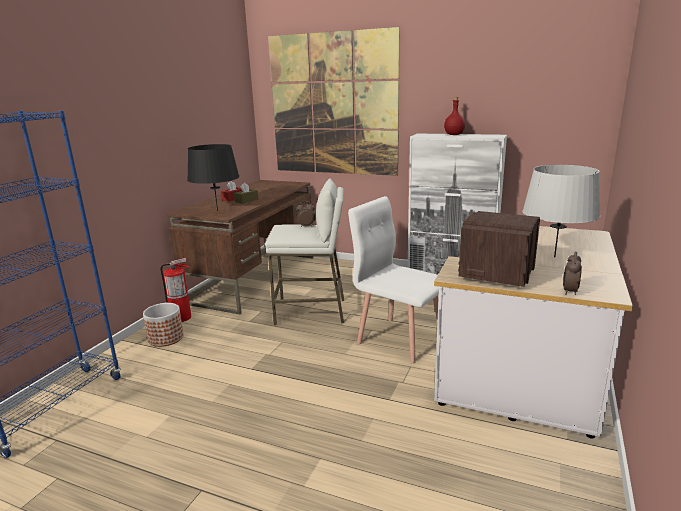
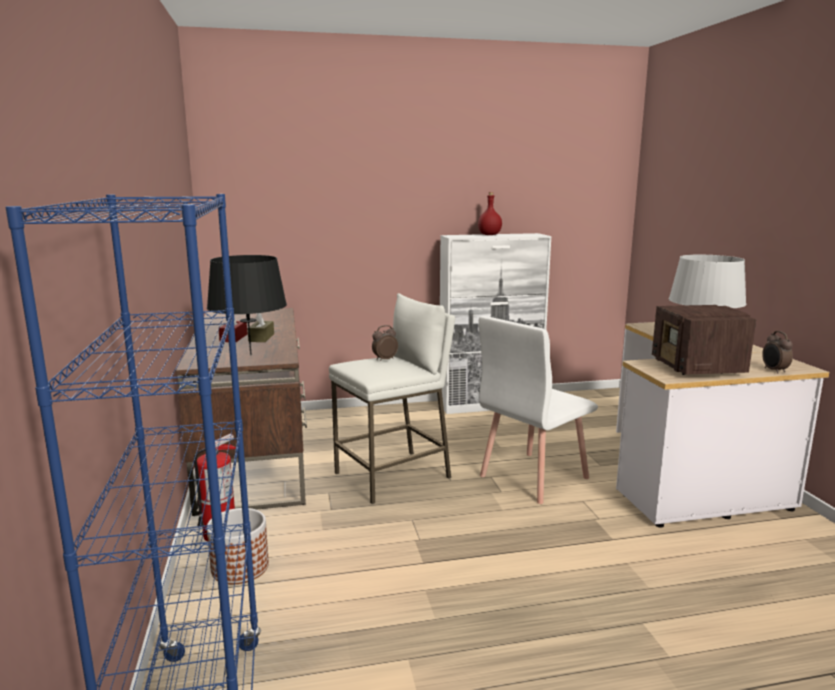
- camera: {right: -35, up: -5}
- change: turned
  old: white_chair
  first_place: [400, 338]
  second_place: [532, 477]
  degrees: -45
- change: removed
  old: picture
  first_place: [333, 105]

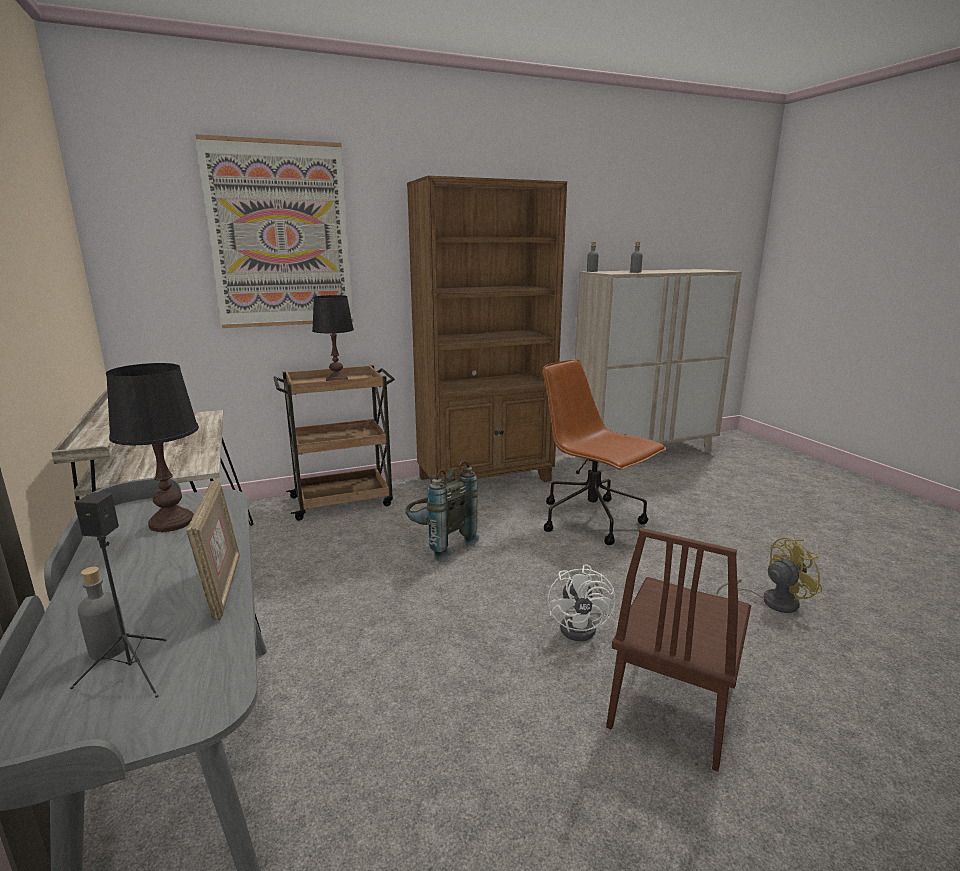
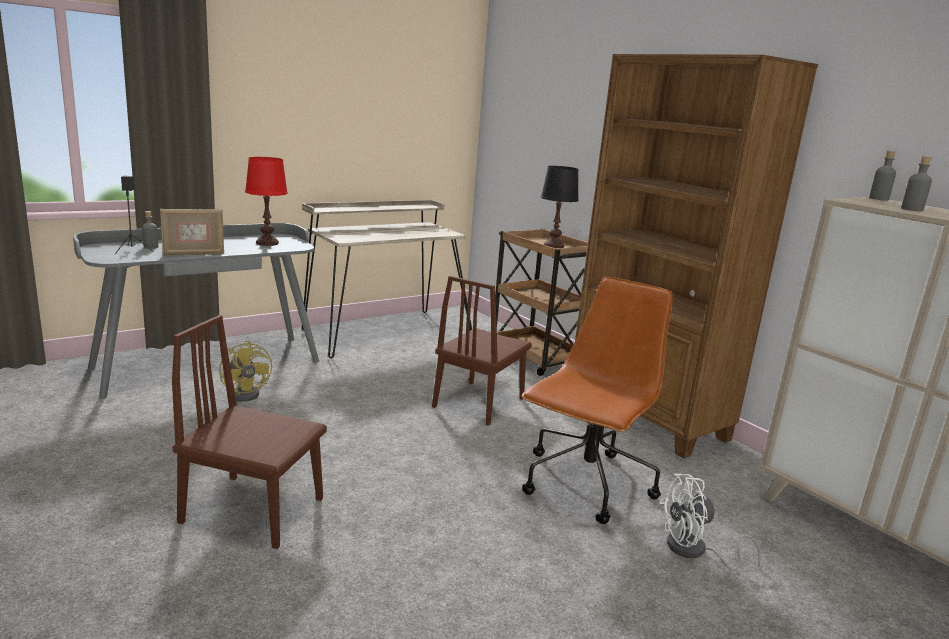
- camera: {right: 75, up: 0}
- change: moved
  old: yellow_fan
  first_place: [771, 601]
  second_place: [249, 393]
- change: recoloured
  old: black_table_lamp
  new: red_table_lamp
  first_place: [172, 522]
  second_place: [267, 243]
- change: replaced
  old: grey_backpack
  new: brown_chair
  first_place: [439, 544]
  second_place: [479, 402]
- change: moved
  old: white_fan
  first_place: [583, 627]
  second_place: [694, 551]
- change: removed
  old: picture
  first_place: [280, 236]

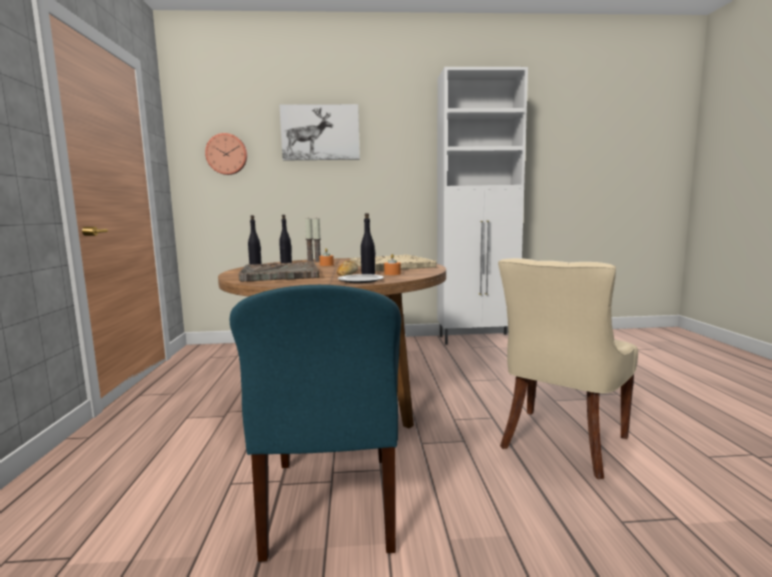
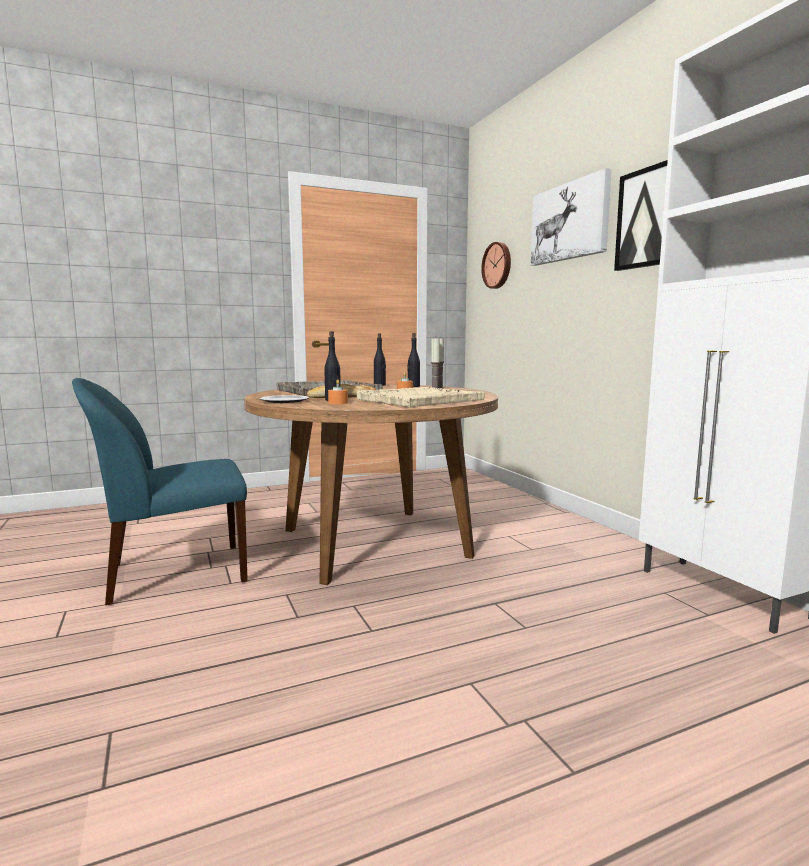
- camera: {right: 70, up: 0}
- change: added
  new: picture
  second_place: [645, 218]
- change: removed
  old: beige_chair
  first_place: [561, 443]

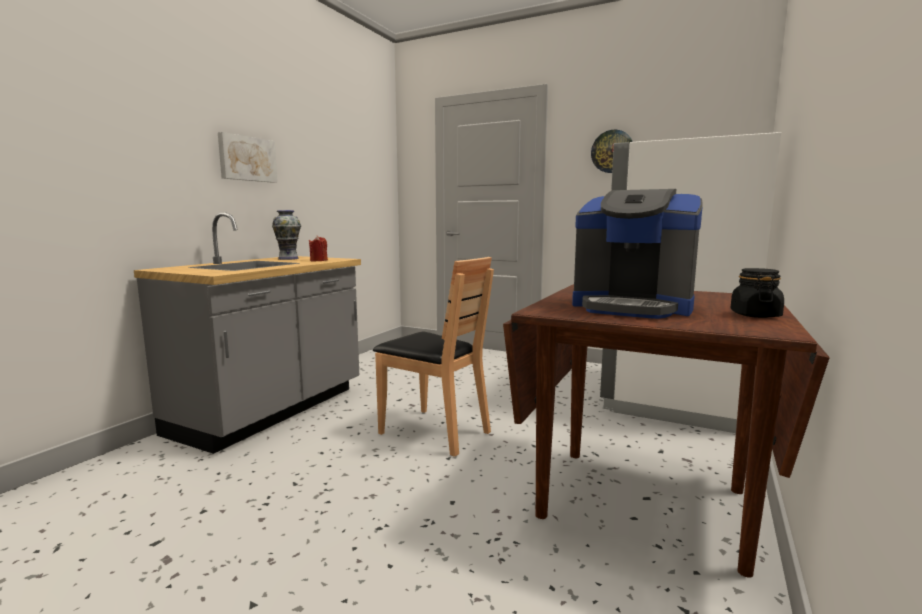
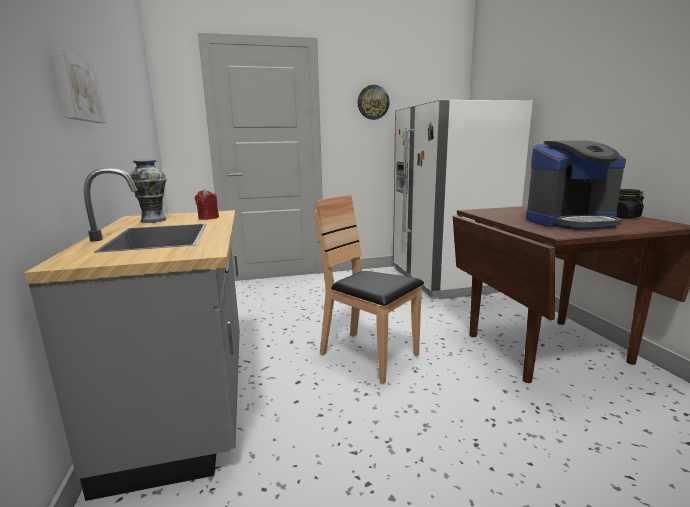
- camera: {right: -40, up: 5}
- change: turned
  old: brown_chair
  first_place: [434, 431]
  second_place: [369, 356]
  degrees: -135

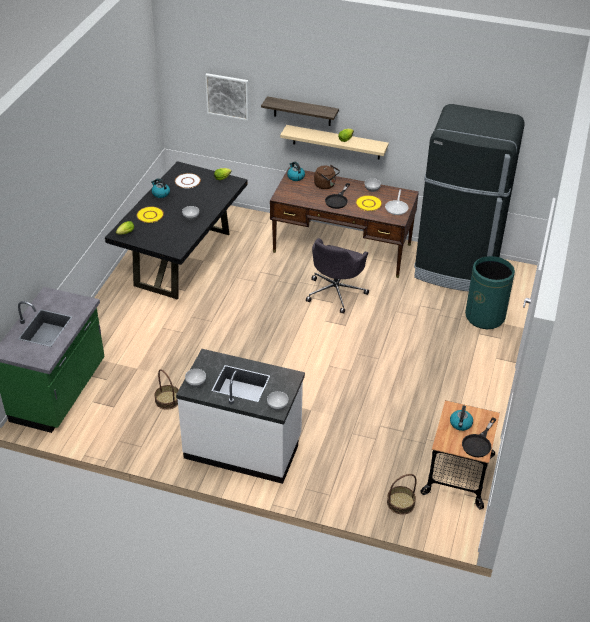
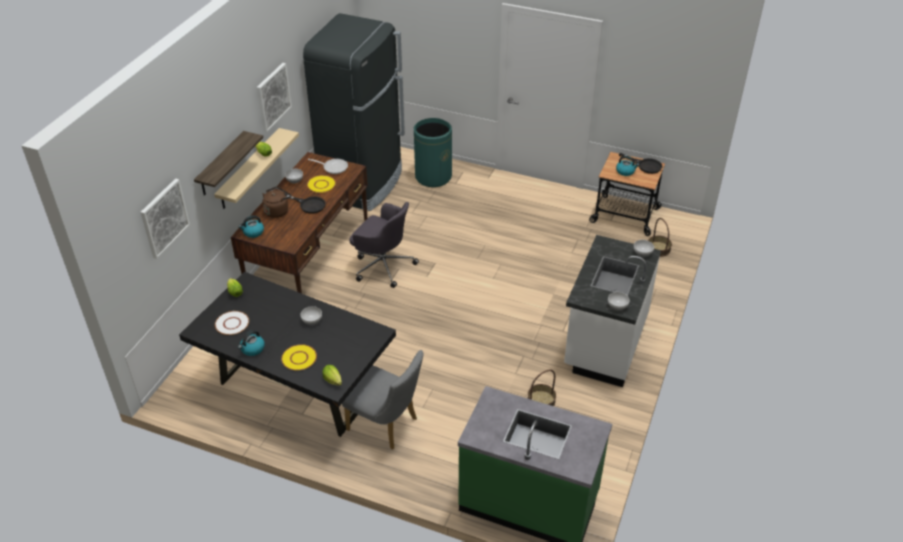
- camera: {right: -85, up: 0}
- change: added
  new: picture
  second_place: [273, 97]
- change: added
  new: grey_chair
  second_place: [387, 426]

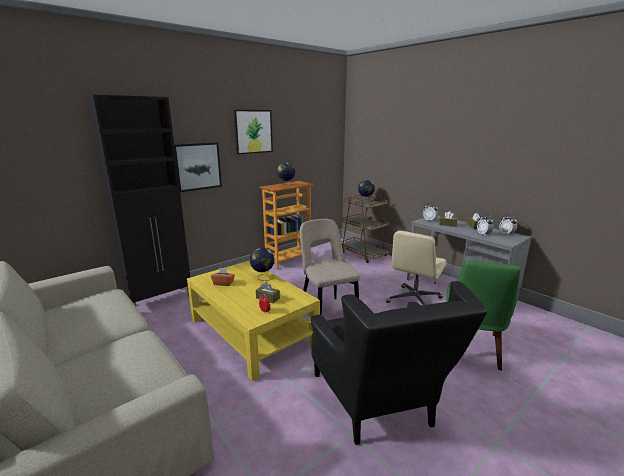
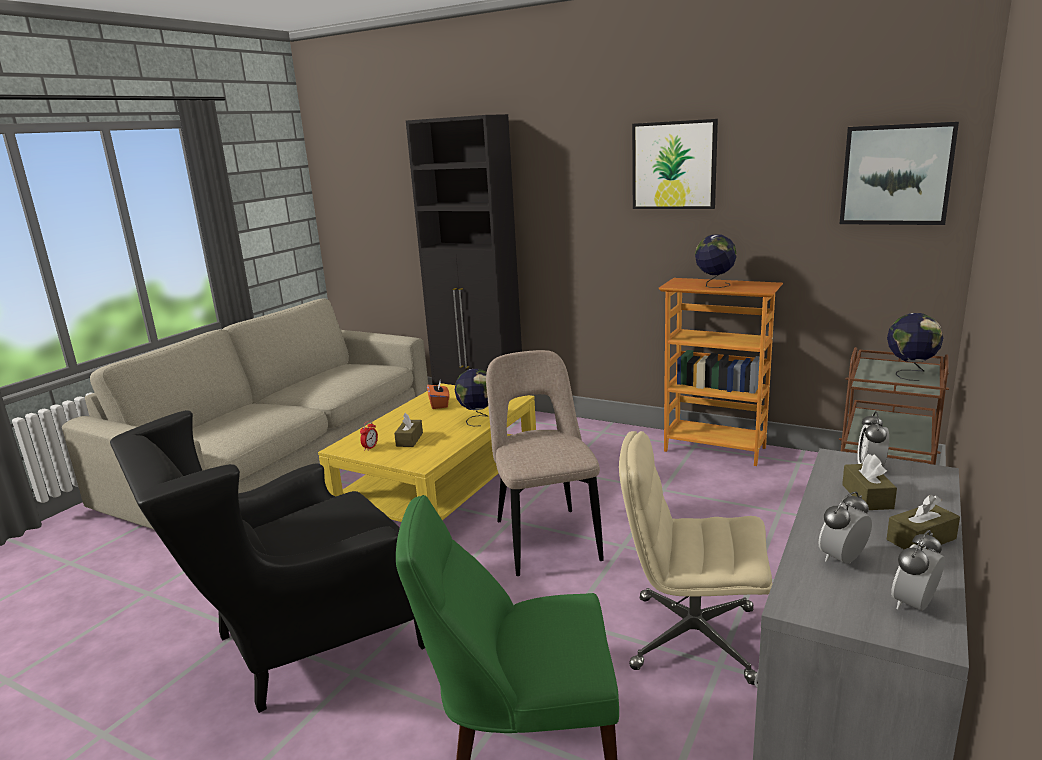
- camera: {right: 70, up: 0}
- change: turned
  old: beige_chair
  first_place: [327, 312]
  second_place: [545, 537]
  degrees: -60
- change: moved
  old: picture
  first_place: [197, 166]
  second_place: [896, 175]

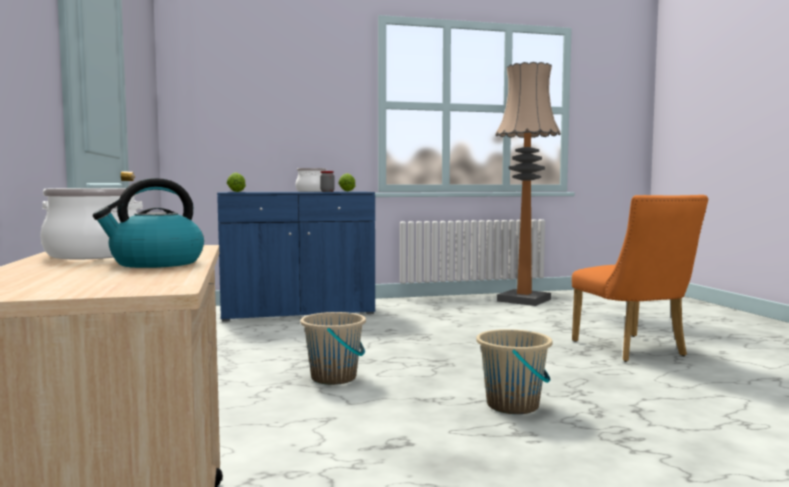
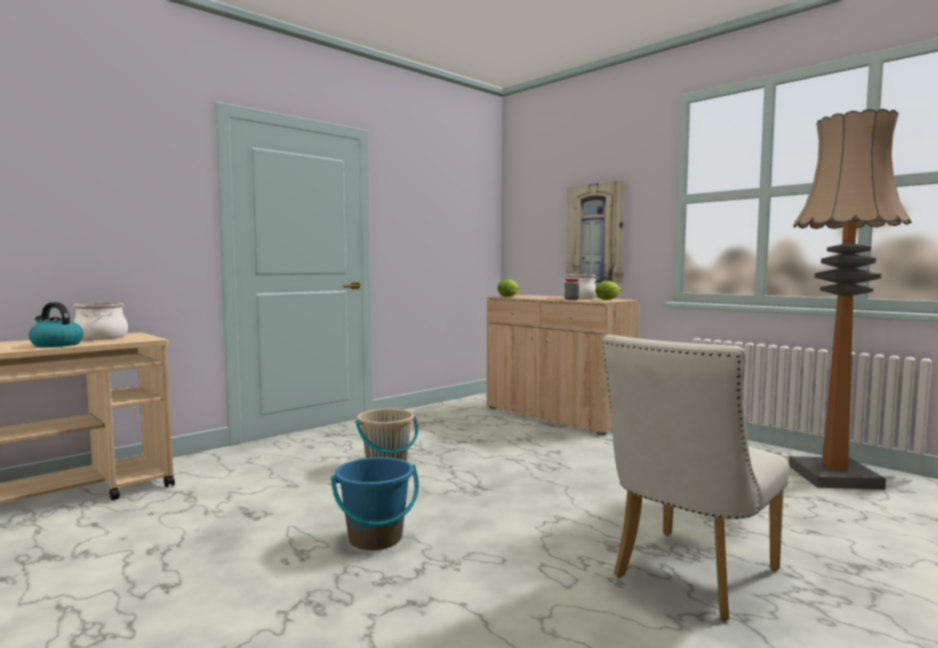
- camera: {right: 60, up: 0}
- change: recoloured
  old: beige_bucket
  new: blue_bucket
  first_place: [513, 405]
  second_place: [375, 538]
- change: recoloured
  old: blue_cabinet
  new: beige_cabinet
  first_place: [298, 312]
  second_place: [557, 415]
- change: added
  new: picture
  second_place: [595, 233]
- change: recoloured
  old: orange_chair
  new: white_chair
  first_place: [633, 350]
  second_place: [688, 577]

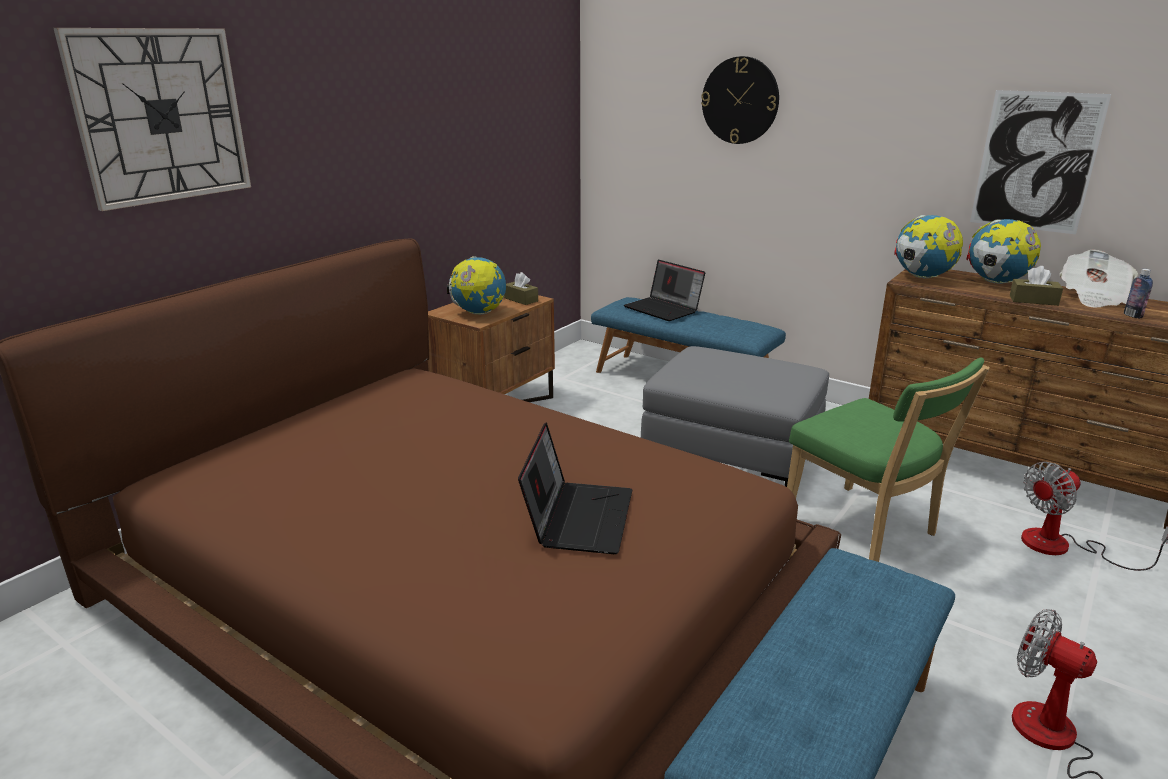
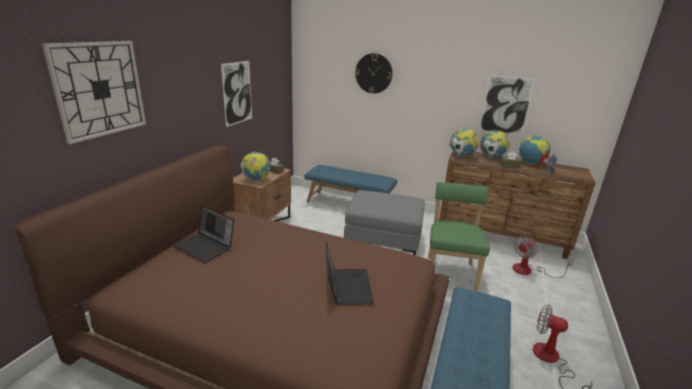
- camera: {right: -15, up: 0}
- change: moved
  old: laptop
  first_place: [664, 309]
  second_place: [206, 246]
- change: added
  new: picture
  second_place: [237, 93]
- change: turned
  old: green_chair
  first_place: [864, 530]
  second_place: [450, 271]
  degrees: -120
- change: replaced
  old: newspaper
  new: globe
  first_place: [1093, 298]
  second_place: [531, 163]

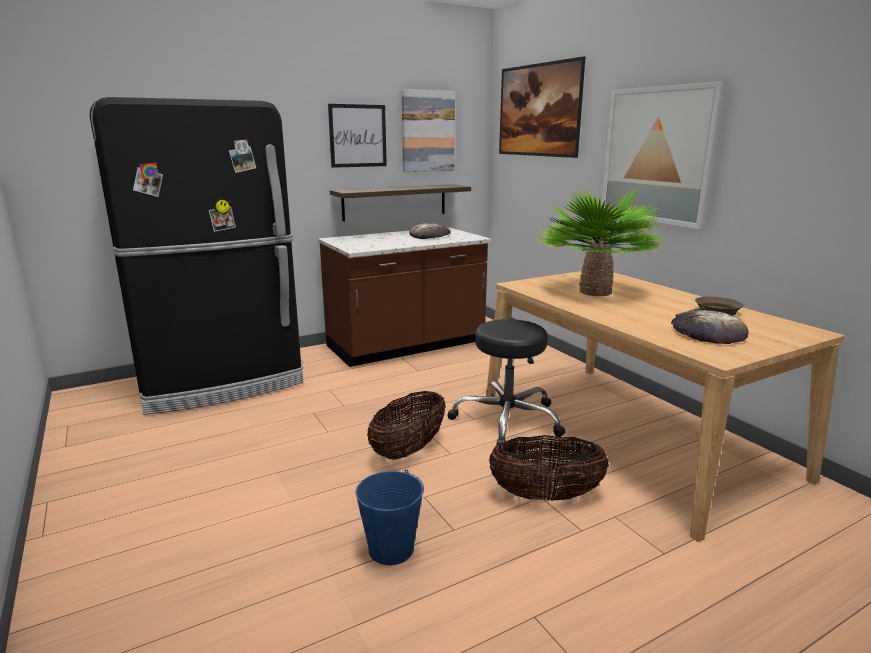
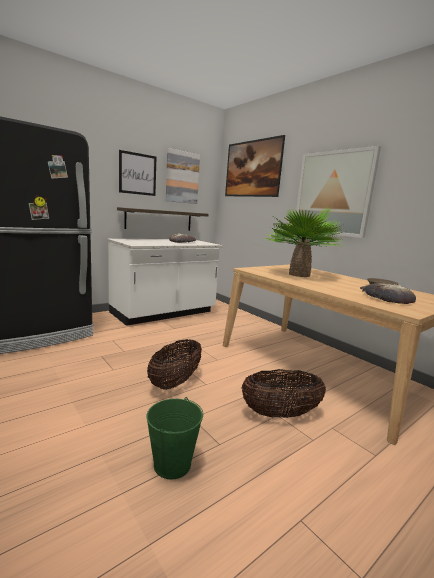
- camera: {right: -10, up: -5}
- change: recoloured
  old: brown_counter
  new: white_counter
  first_place: [406, 345]
  second_place: [164, 313]
- change: recoloured
  old: blue_bucket
  new: green_bucket
  first_place: [390, 549]
  second_place: [172, 464]
- change: removed
  old: black_stool
  first_place: [508, 420]

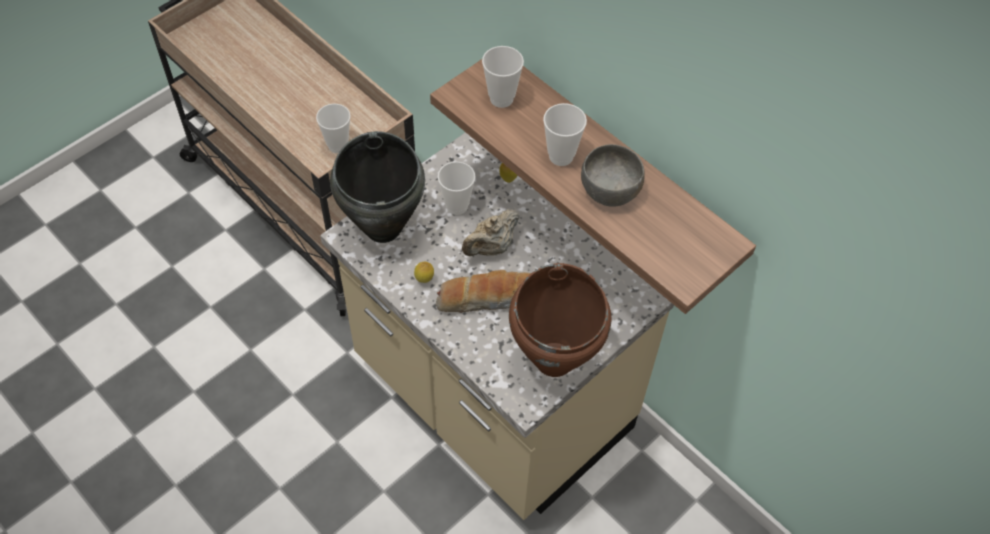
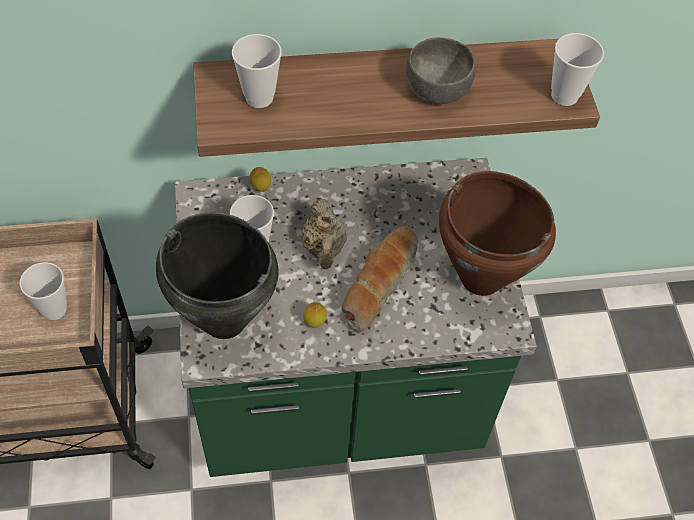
- camera: {right: -55, up: 0}
- change: recoloured
  old: beige_counter
  new: green_counter
  first_place: [490, 398]
  second_place: [338, 400]
- change: moved
  old: cup
  first_place: [561, 156]
  second_place: [564, 95]

